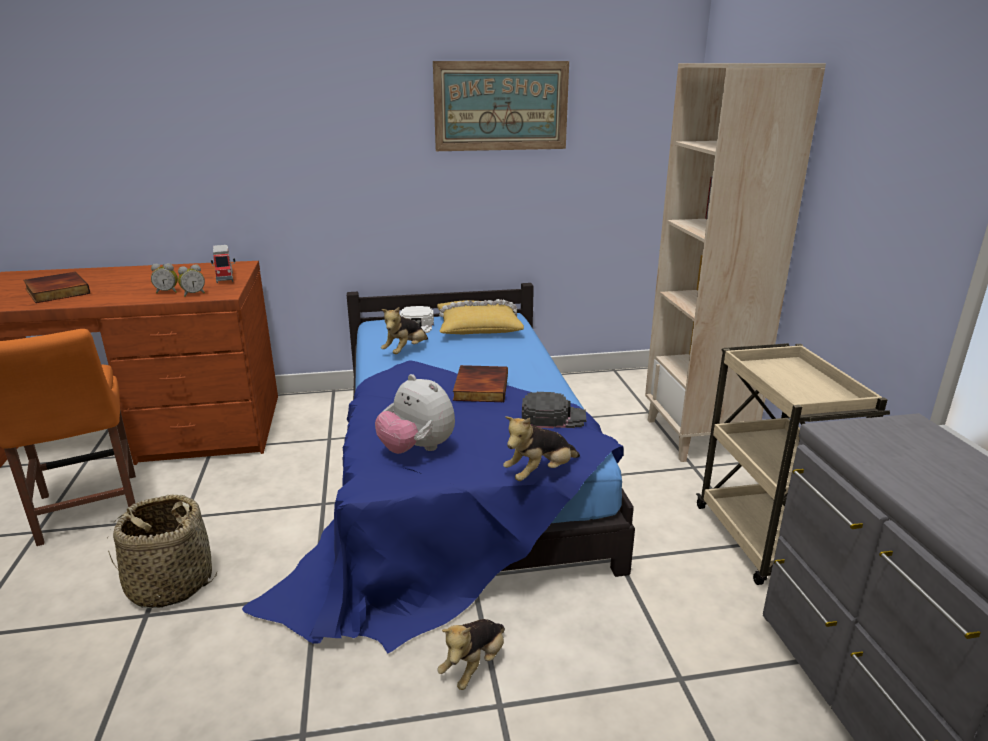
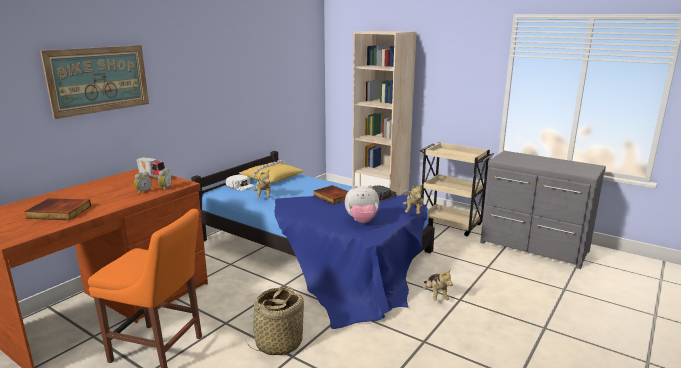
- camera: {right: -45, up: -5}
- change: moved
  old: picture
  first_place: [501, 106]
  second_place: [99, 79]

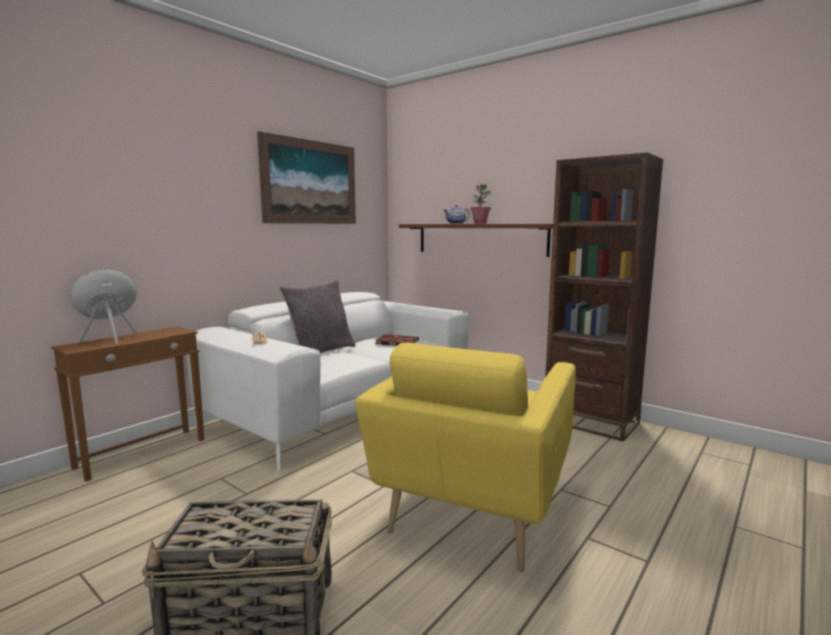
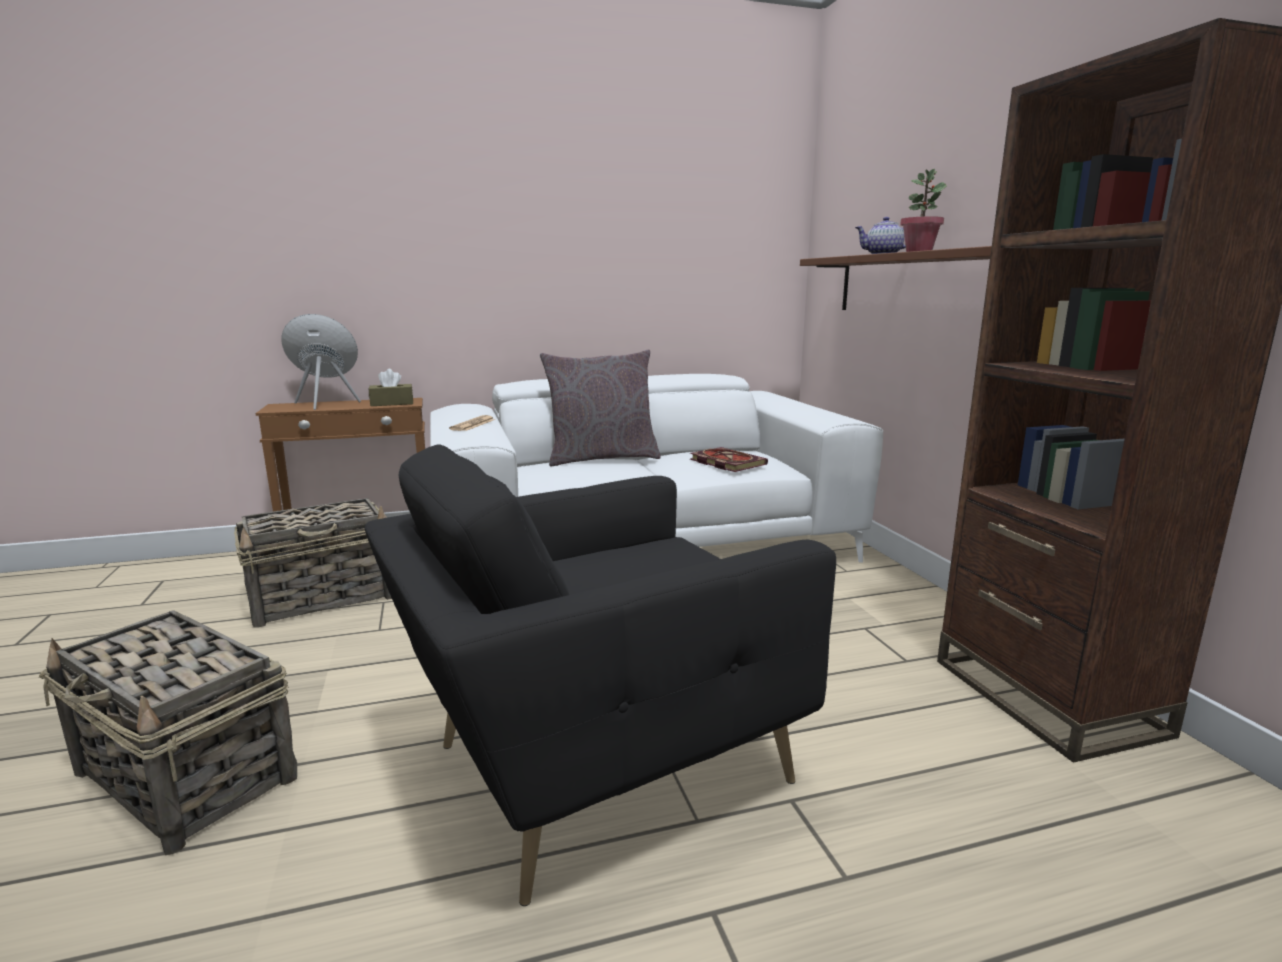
- camera: {right: 35, up: 5}
- change: added
  new: basket
  second_place: [324, 597]
- change: recoloured
  old: yellow_armchair
  new: black_armchair
  first_place: [473, 509]
  second_place: [595, 767]
- change: added
  new: brown_tissue_box
  second_place: [392, 403]
- change: removed
  old: picture
  first_place: [310, 182]

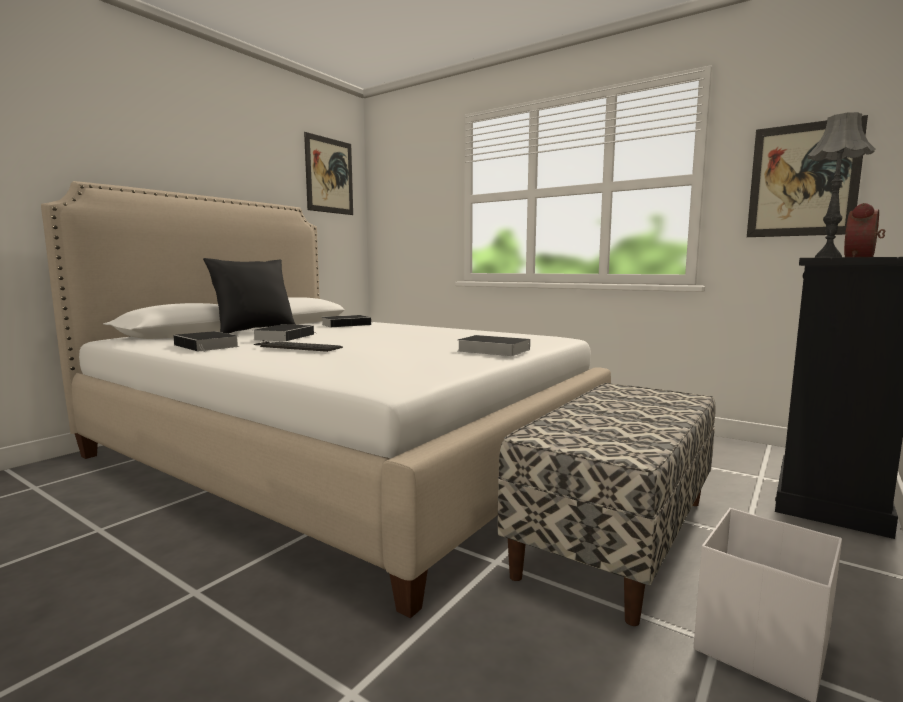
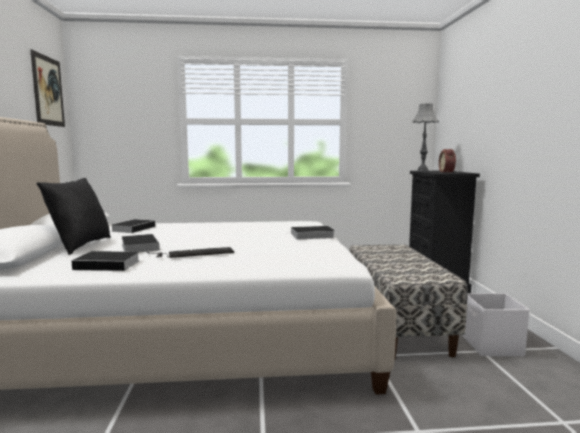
- camera: {right: -40, up: 0}
- change: removed
  old: picture
  first_place: [803, 180]

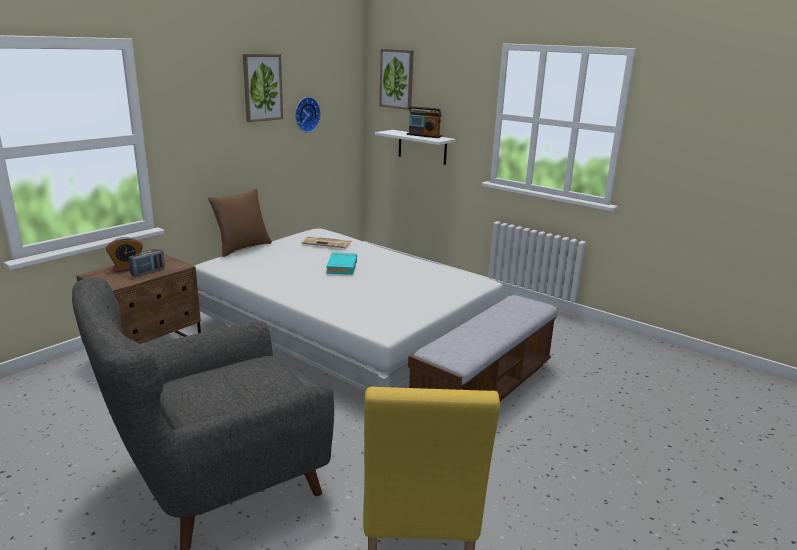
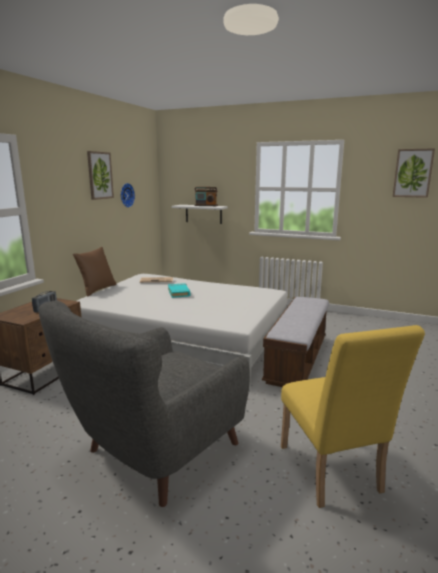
- camera: {right: -15, up: -5}
- change: moved
  old: picture
  first_place: [397, 79]
  second_place: [412, 173]
- change: removed
  old: alarm_clock
  first_place: [127, 268]

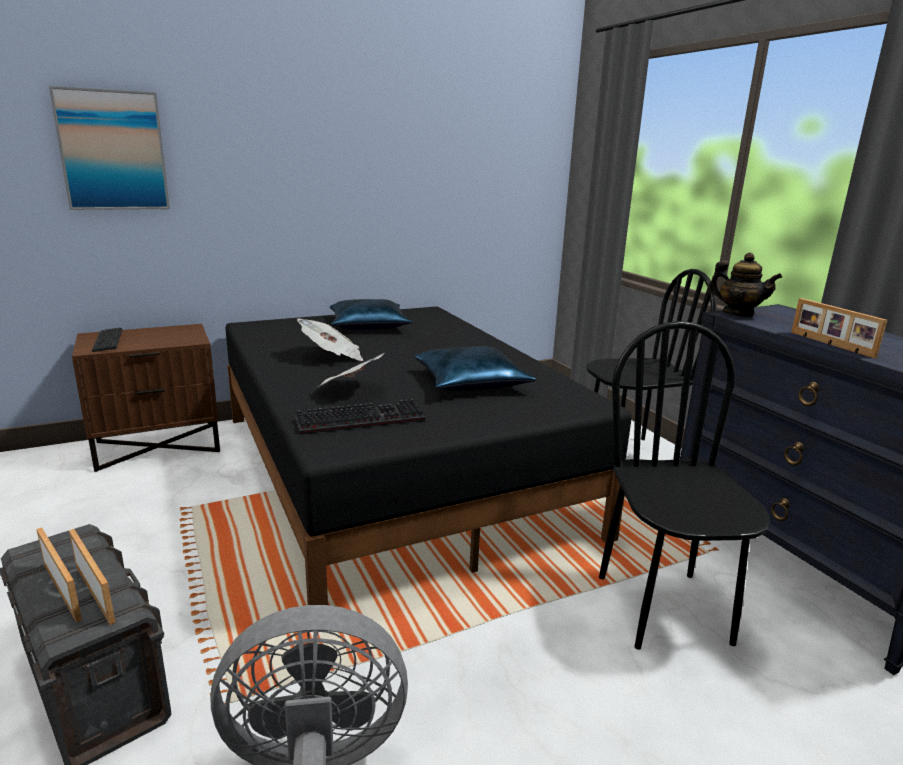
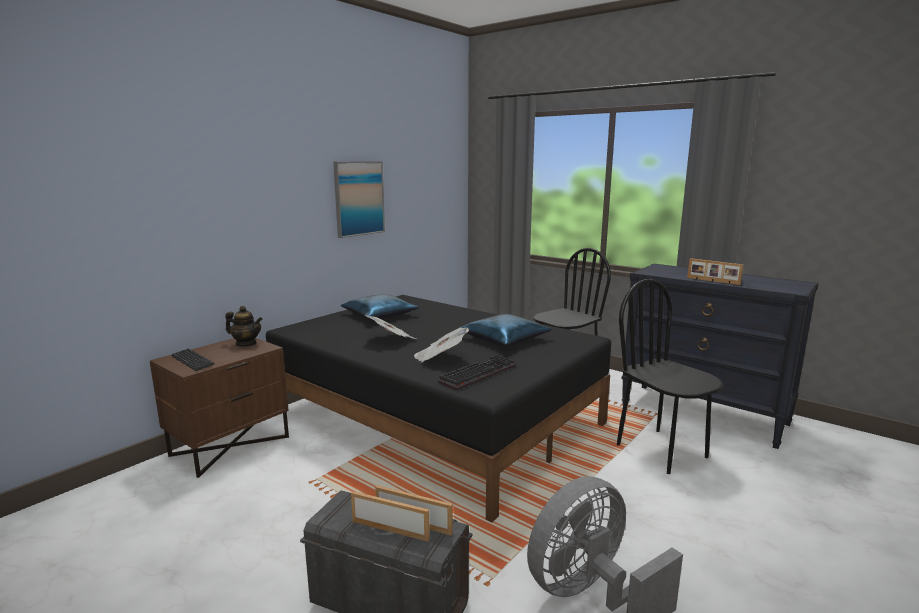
- camera: {right: -25, up: -5}
- change: moved
  old: teapot
  first_place: [738, 314]
  second_place: [246, 344]
- change: moved
  old: picture
  first_place: [113, 151]
  second_place: [359, 198]

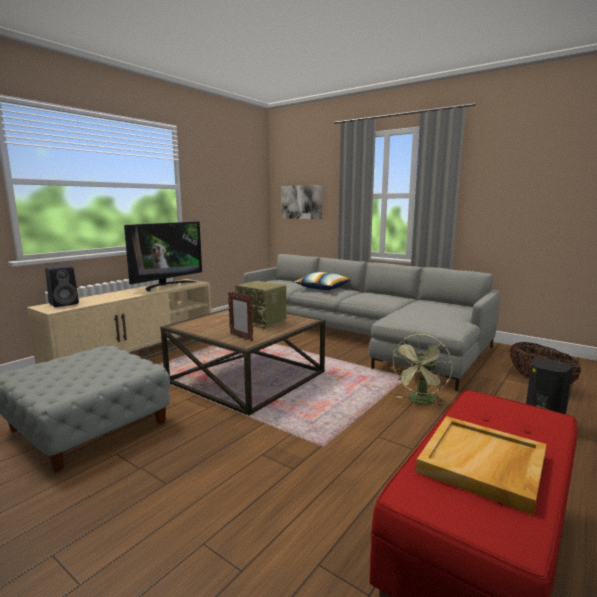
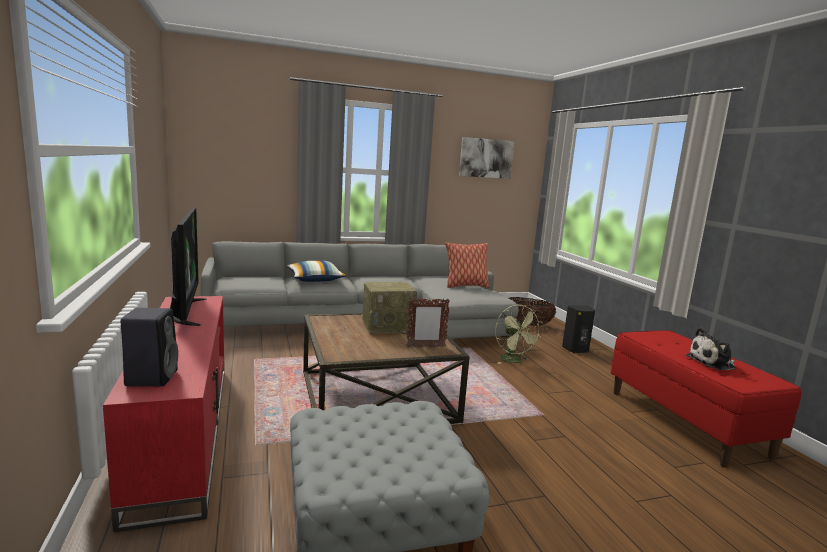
- camera: {right: -55, up: 0}
- change: recoloured
  old: beige_tv_stand
  new: red_tv_stand
  first_place: [136, 353]
  second_place: [182, 430]
- change: added
  new: pillow
  second_place: [465, 286]
- change: moved
  old: picture
  first_place: [301, 202]
  second_place: [486, 158]
- change: replaced
  old: beige_tray
  new: plush_toy
  first_place: [483, 464]
  second_place: [713, 363]

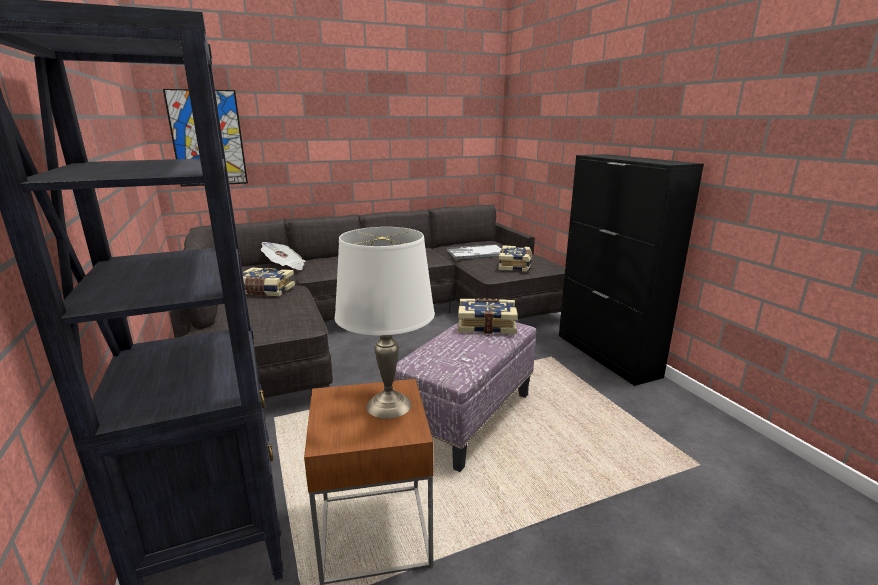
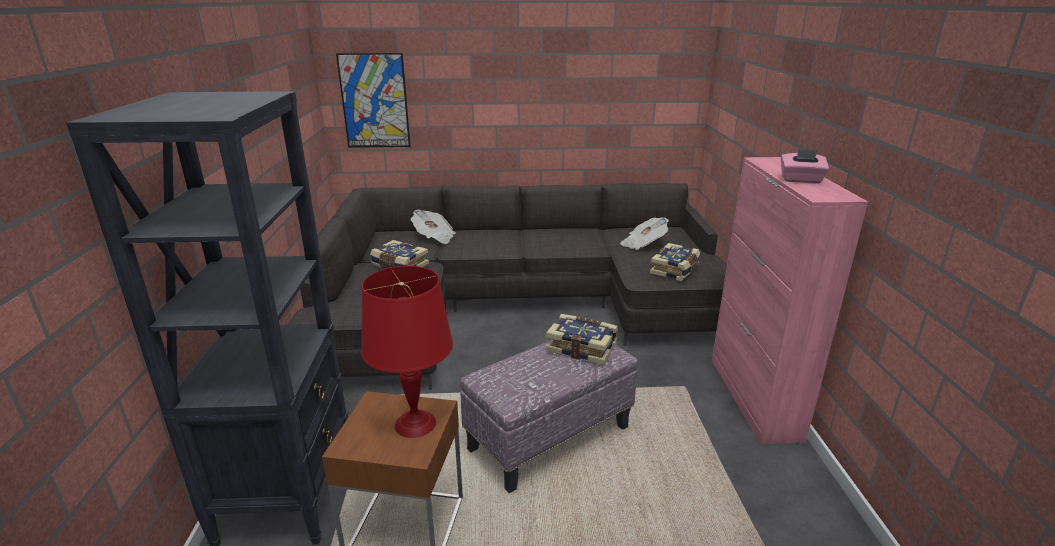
- camera: {right: 20, up: 5}
- change: recoloured
  old: white_table_lamp
  new: red_table_lamp
  first_place: [389, 405]
  second_place: [416, 423]
- change: replaced
  old: tray
  new: newspaper
  first_place: [476, 253]
  second_place: [643, 244]
- change: recoloured
  old: black_cabinet
  new: pink_cabinet
  first_place: [607, 355]
  second_place: [754, 398]
- change: added
  new: pink_tissue_box
  second_place: [801, 180]

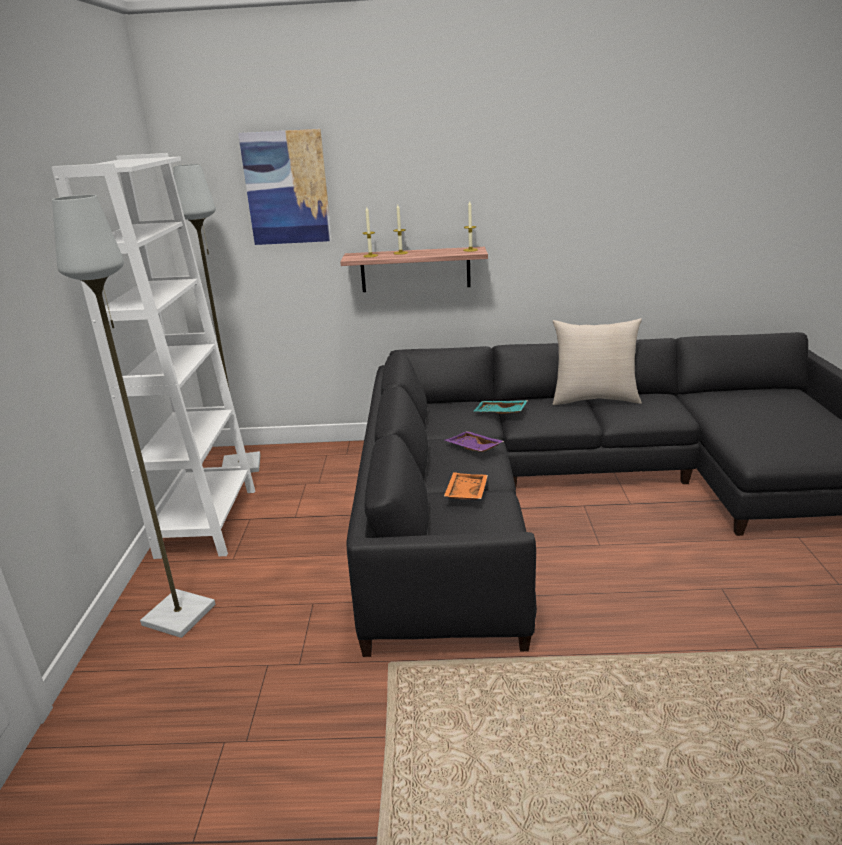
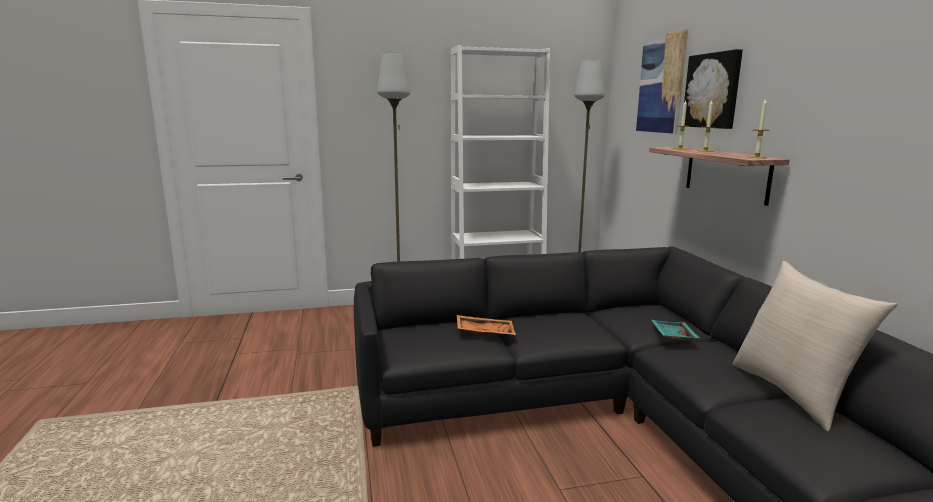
- camera: {right: 75, up: -10}
- change: added
  new: picture
  second_place: [713, 90]
- change: removed
  old: purple_tray
  first_place: [472, 448]

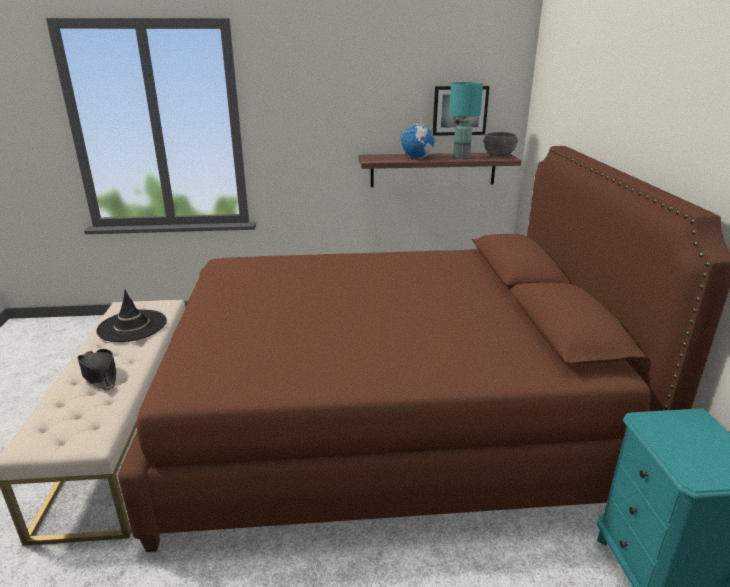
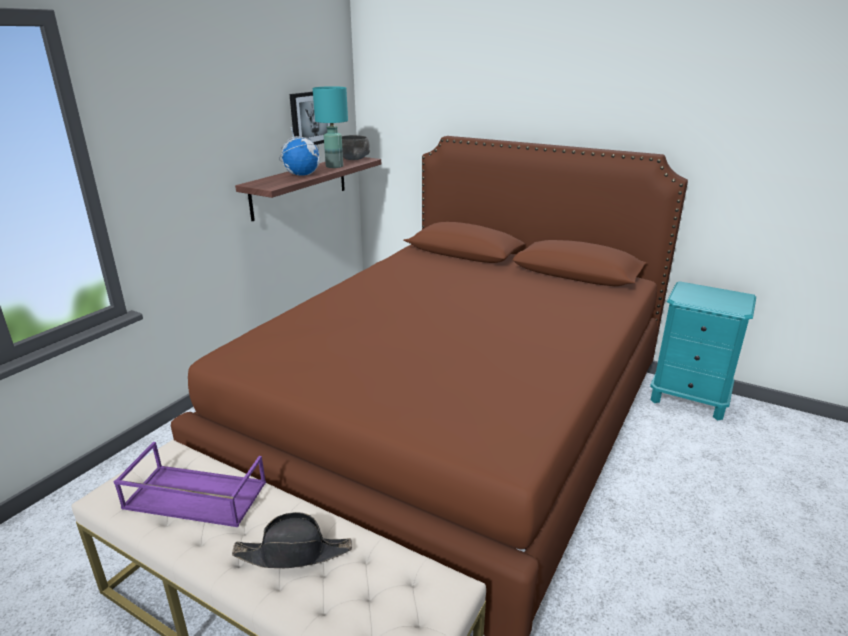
- camera: {right: -55, up: 0}
- change: replaced
  old: black_hat
  new: purple_tray
  first_place: [132, 326]
  second_place: [193, 496]

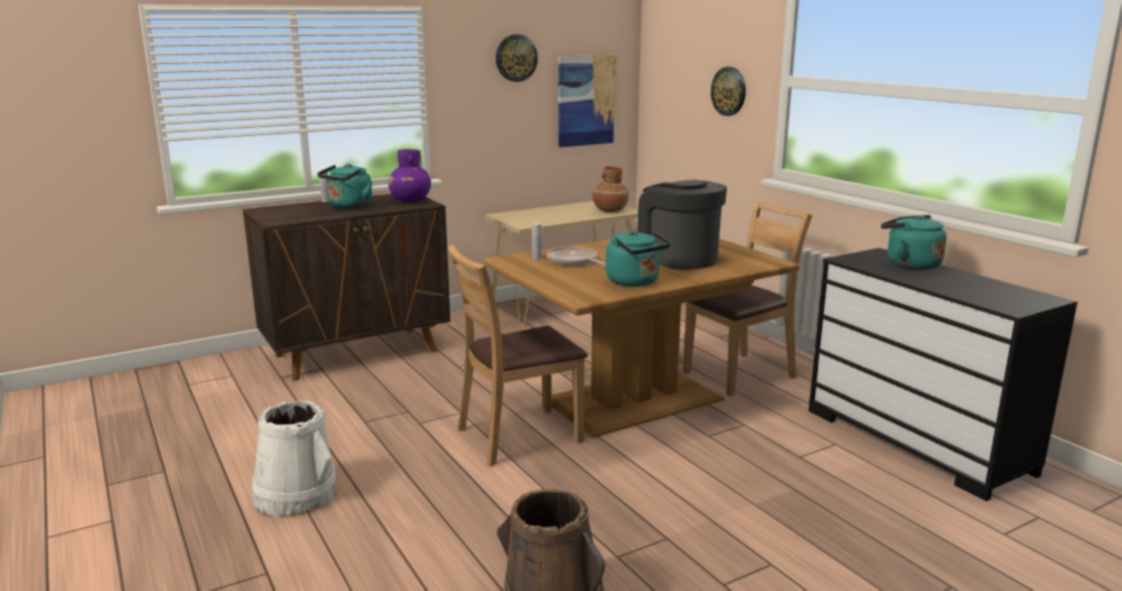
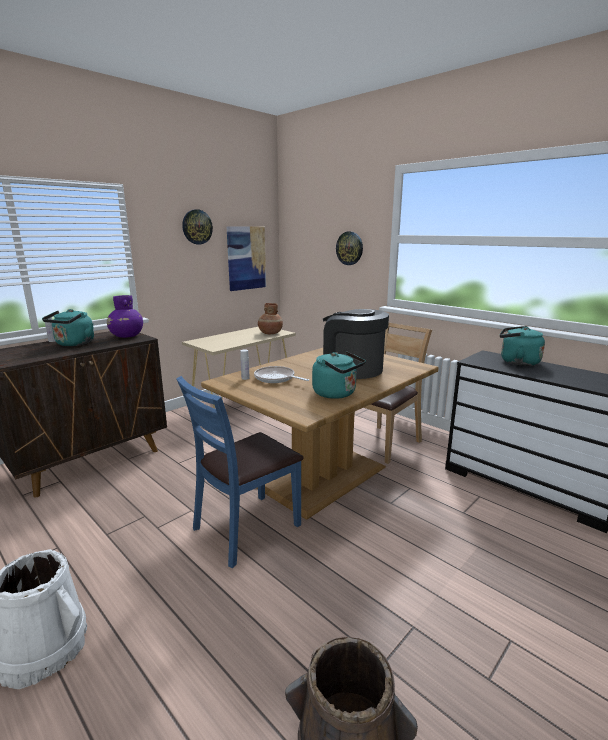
- camera: {right: -15, up: 0}
- change: recoloured
  old: brown_chair
  new: blue_chair
  first_place: [518, 436]
  second_place: [246, 528]

